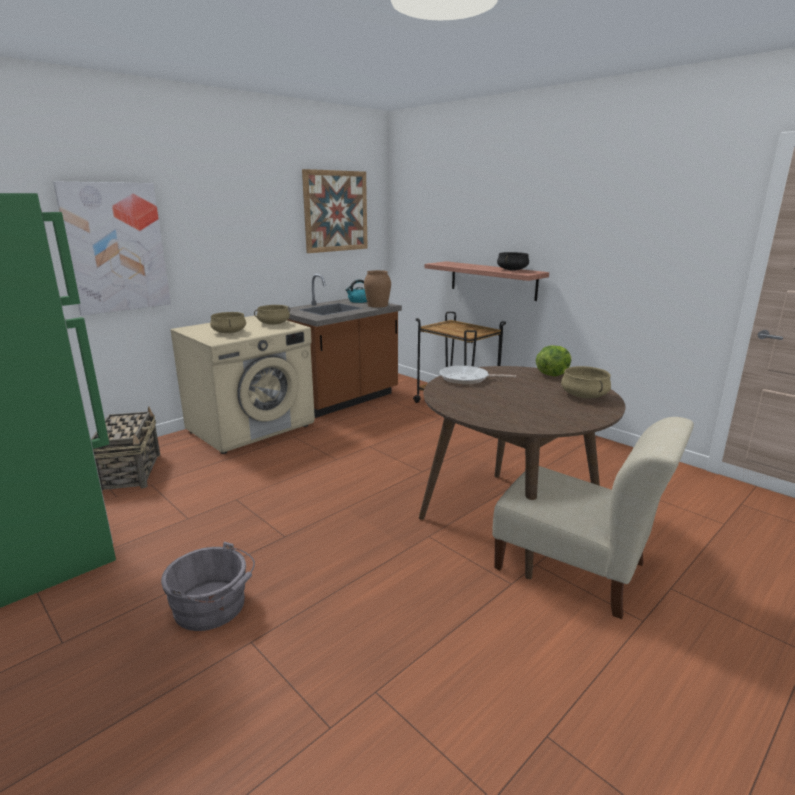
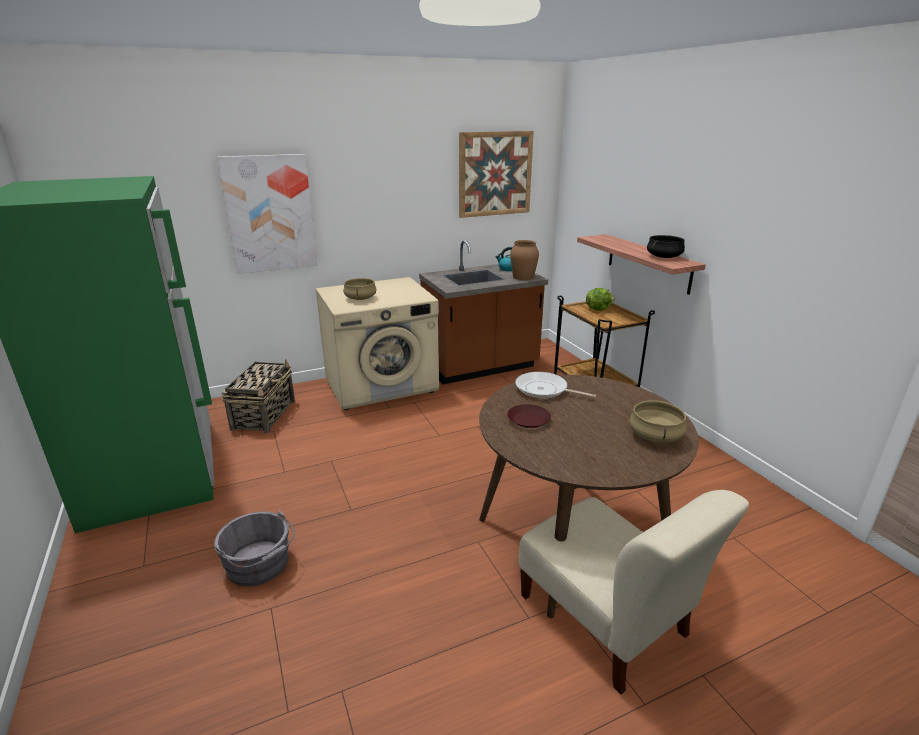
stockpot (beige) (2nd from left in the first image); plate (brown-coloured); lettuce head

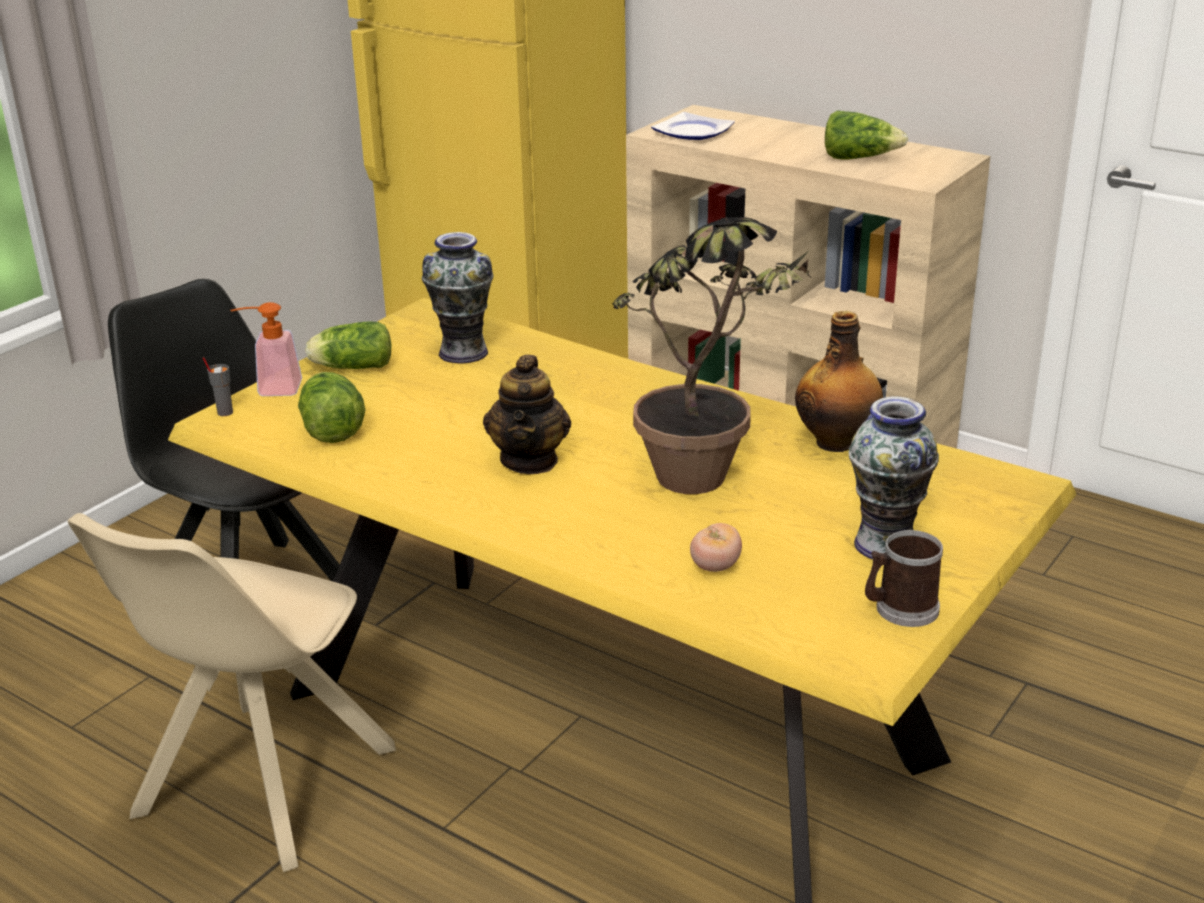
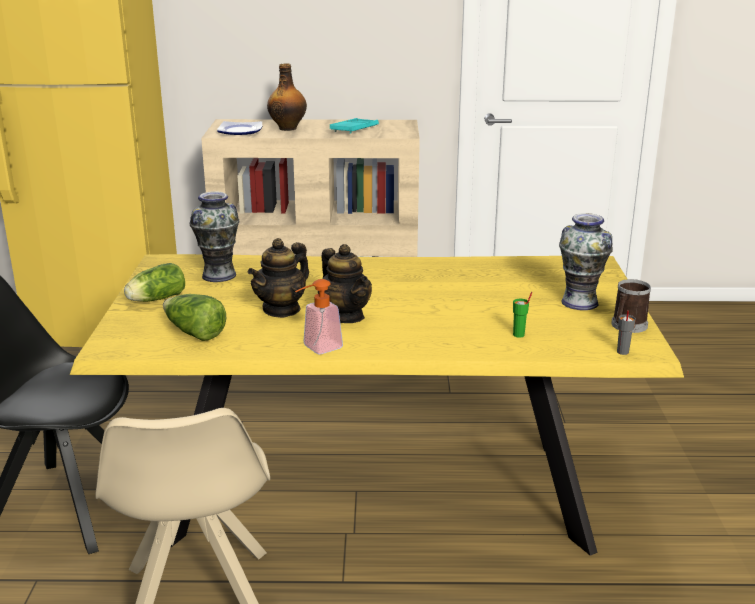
potted plant; pot for tea (1st from left); drinking cup (greyish); soap bottle; drink bottle; drinking cup (green); tray (turquoise)

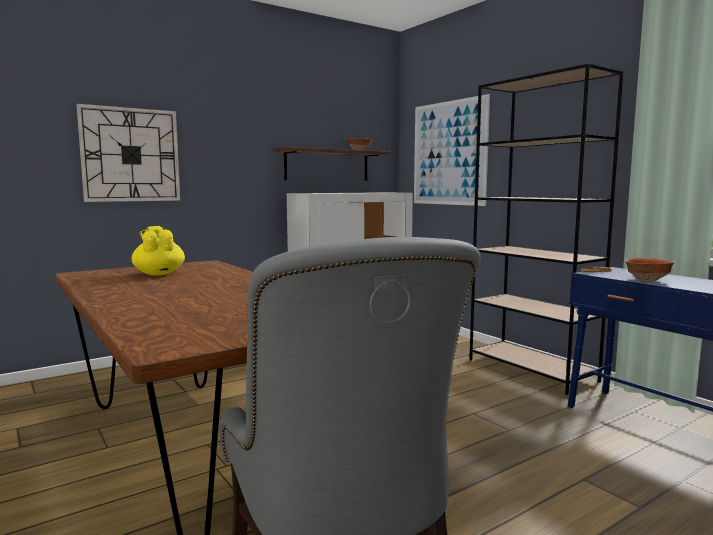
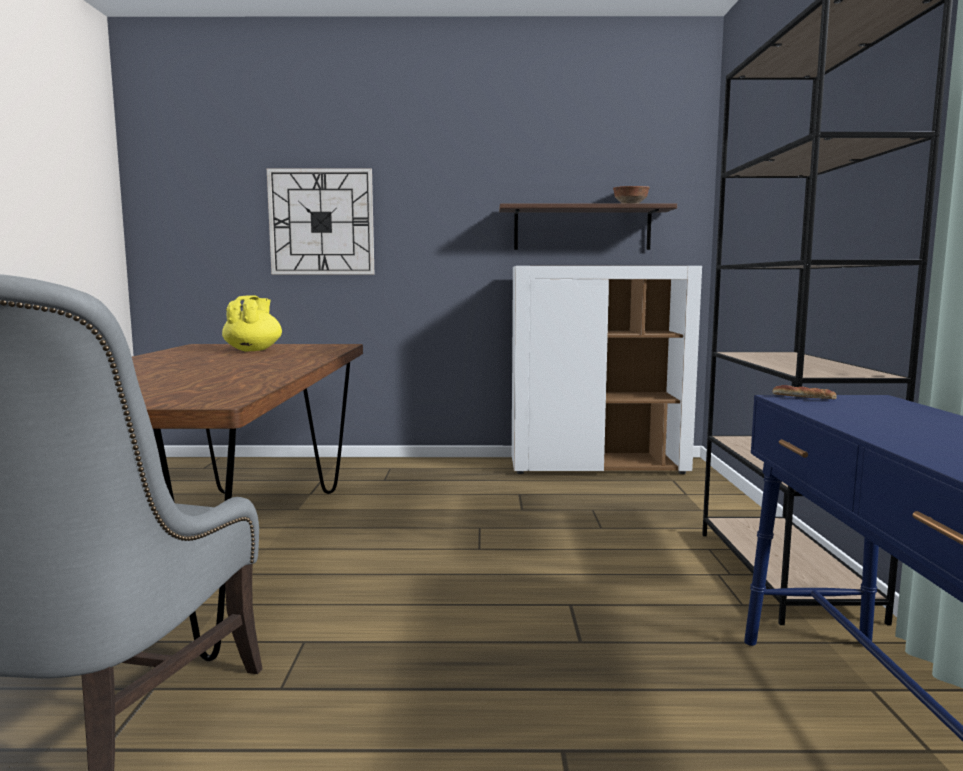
picture; bowl (2nd from left in the first image)

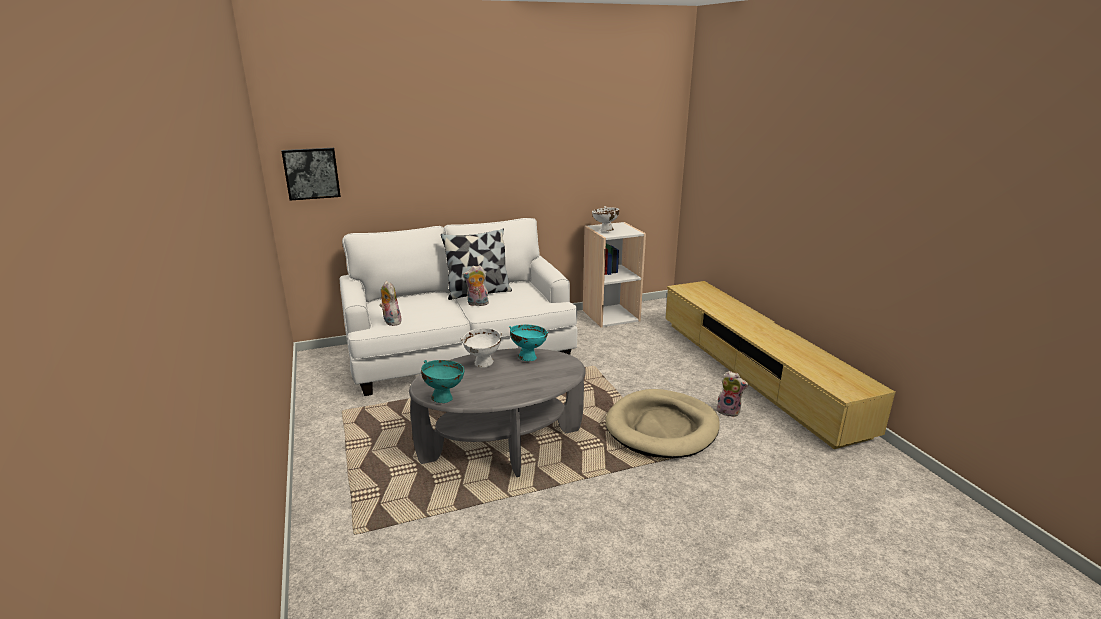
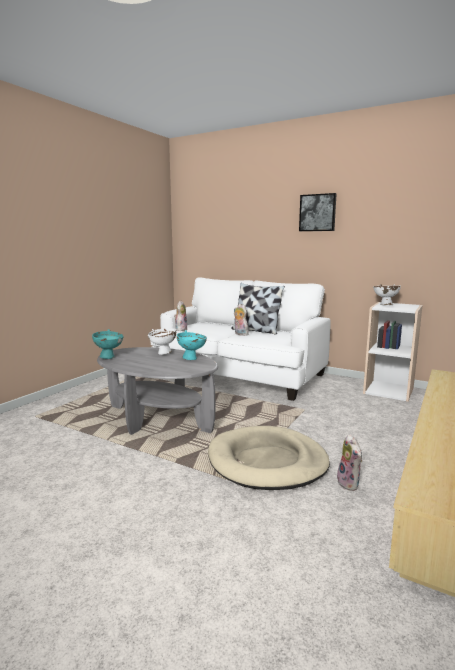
picture

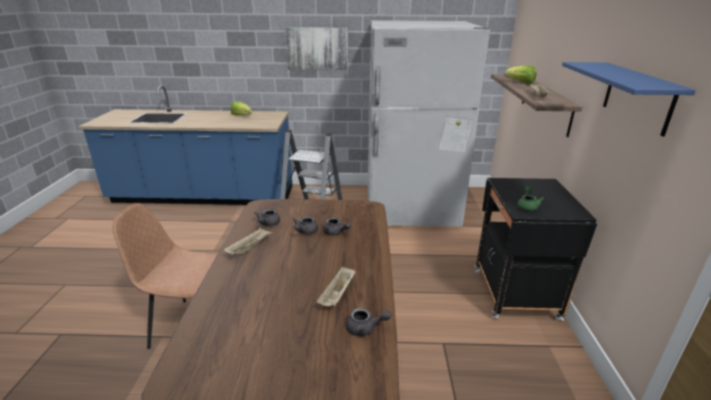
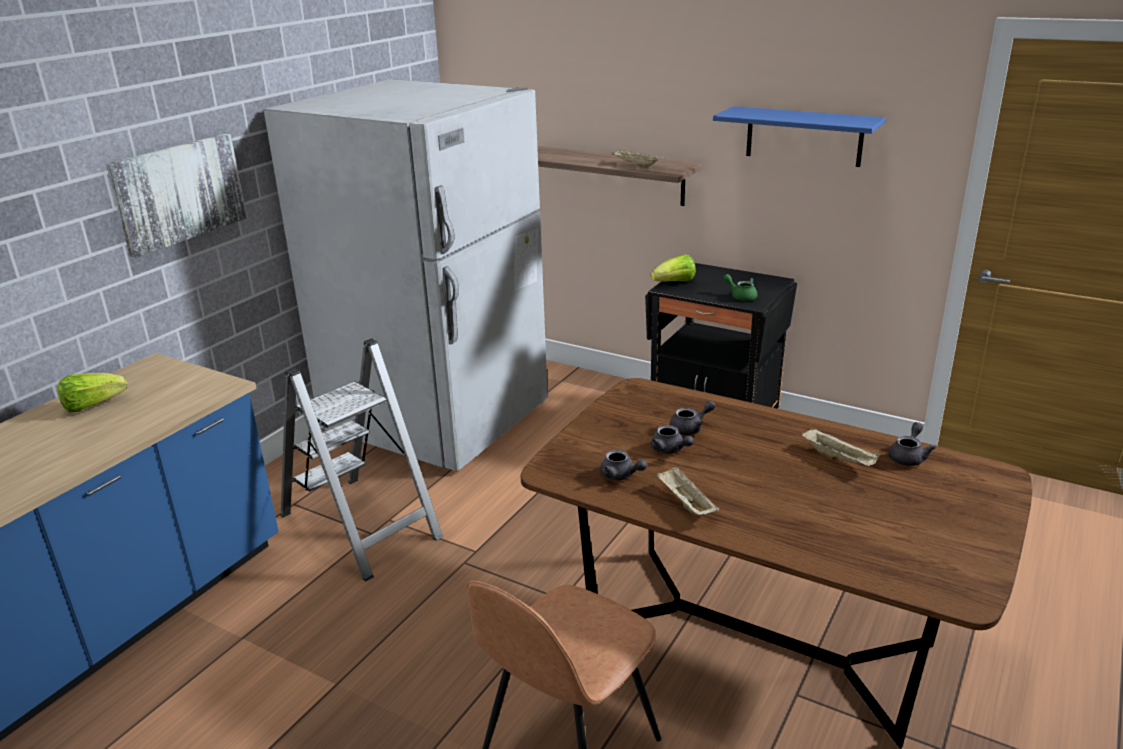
lettuce head (2nd from left)

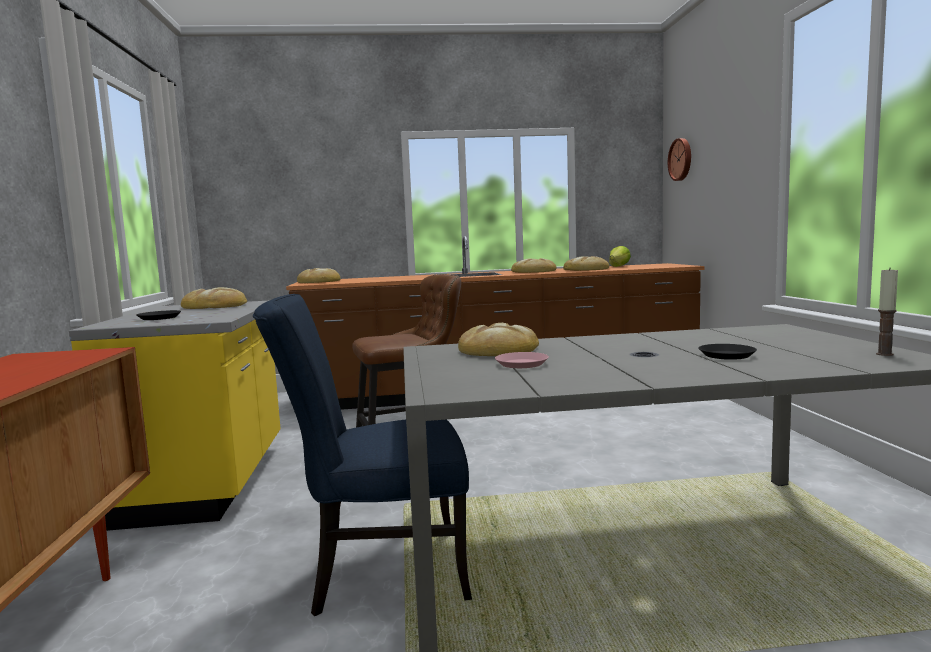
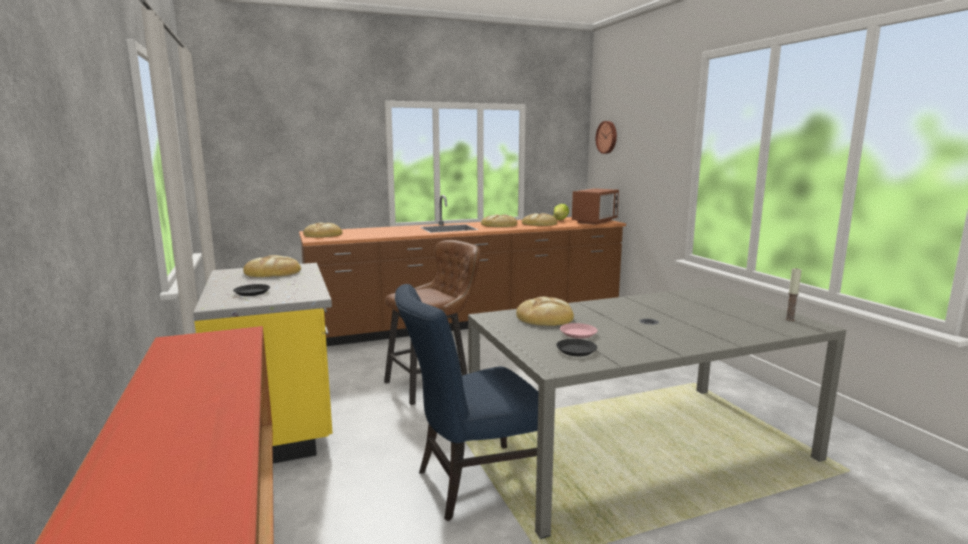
kitchen microwave; plate (black) (2nd from left)

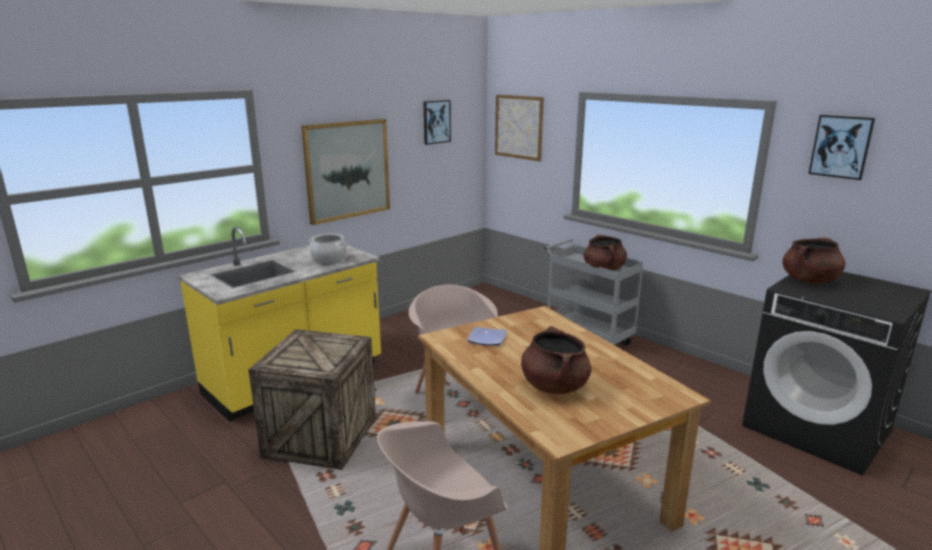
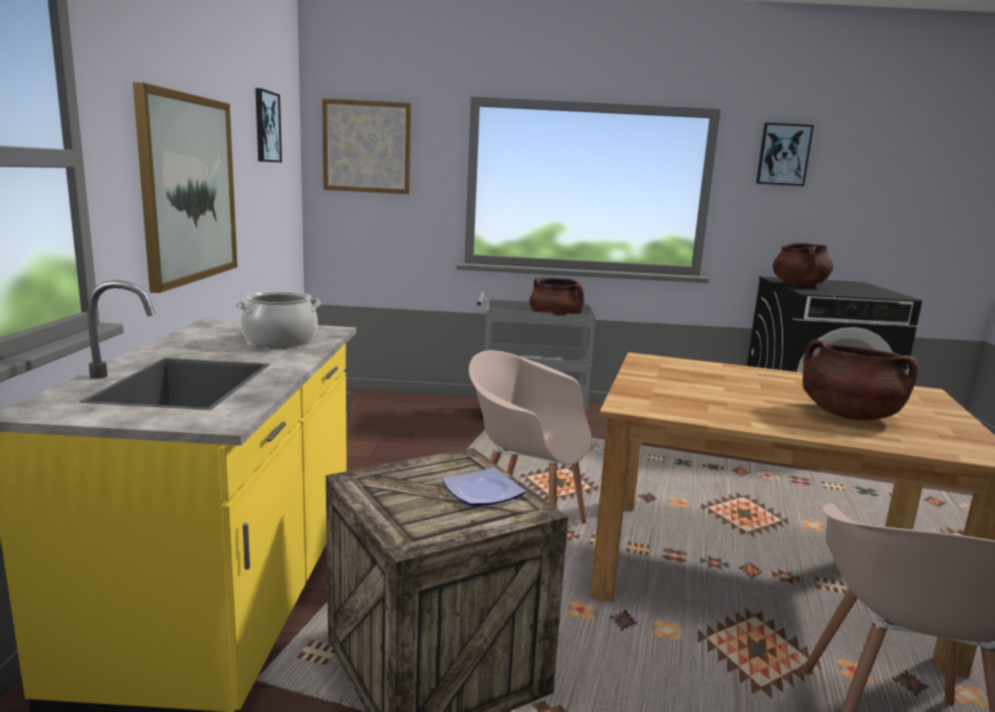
plate

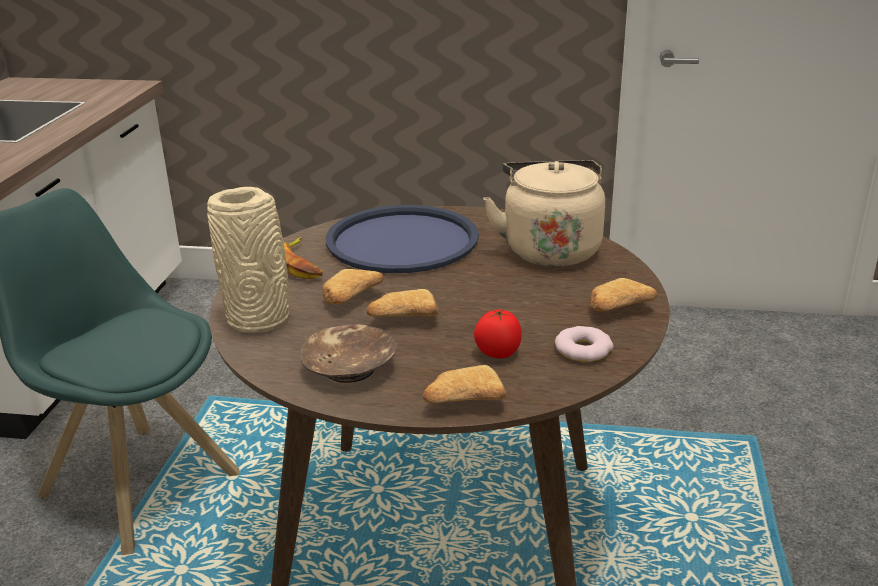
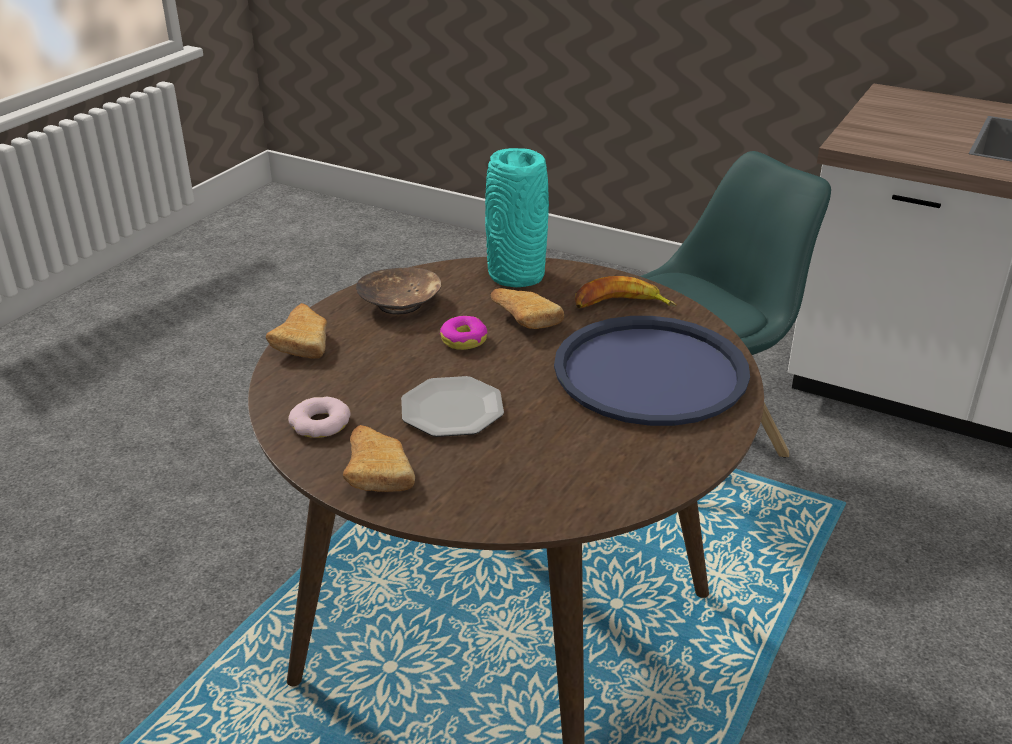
whole tomato; tea kettle (beige); plate; donut (2nd from left); vase (turquoise)

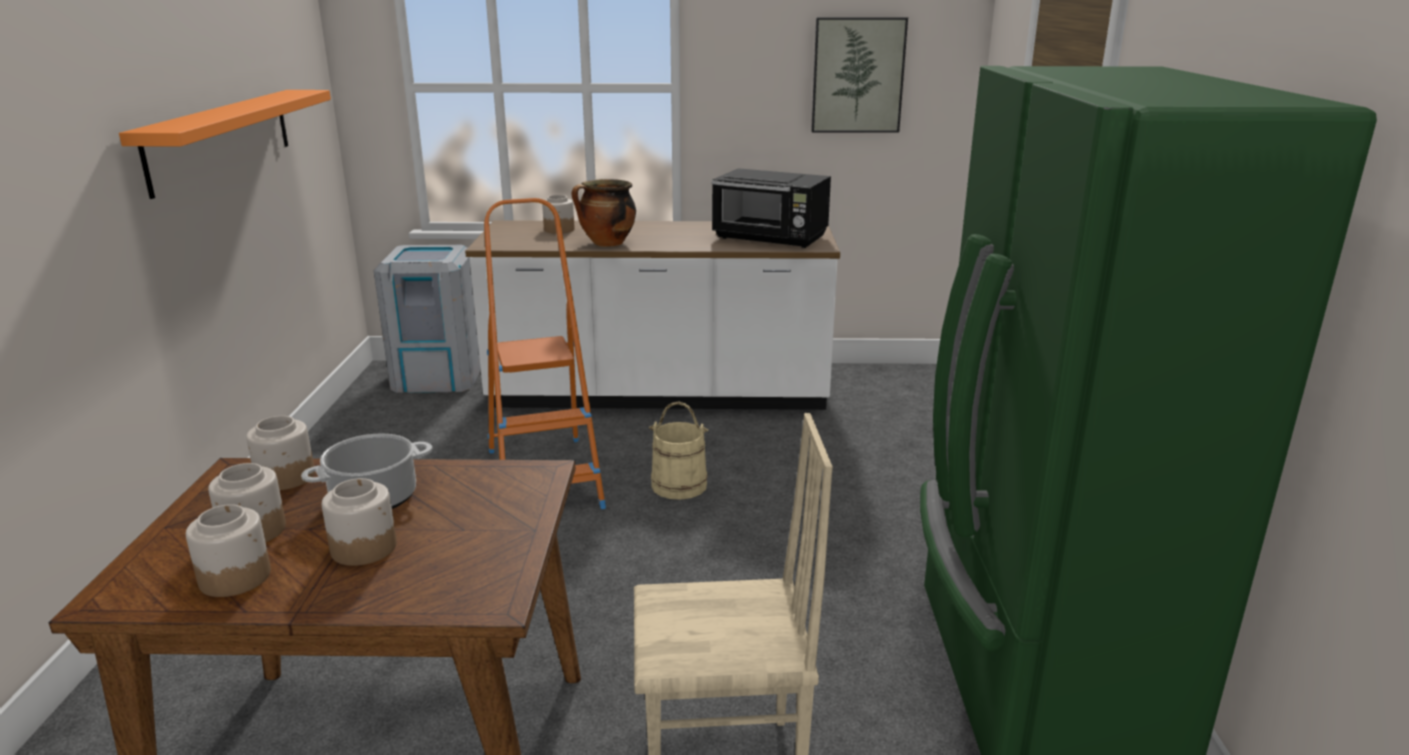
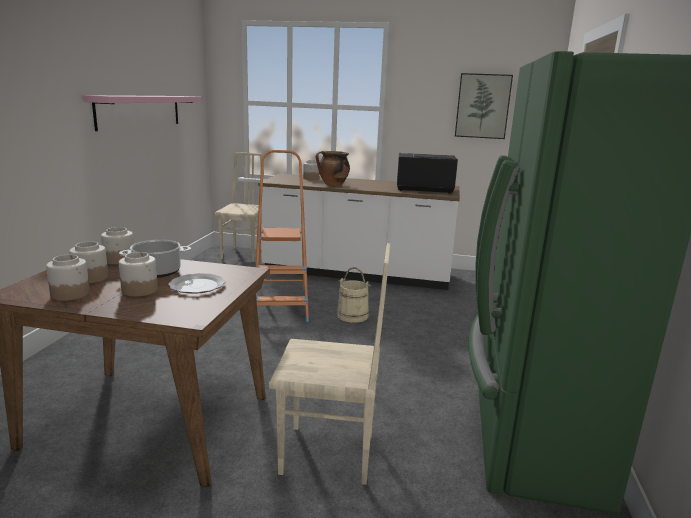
plate; upright chair (beige) (1st from left); wall shelf (pinkish); kitchen microwave (black)

